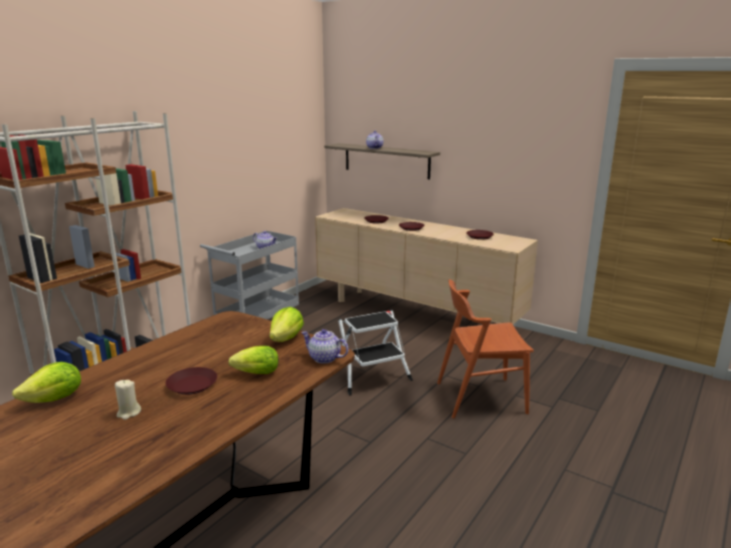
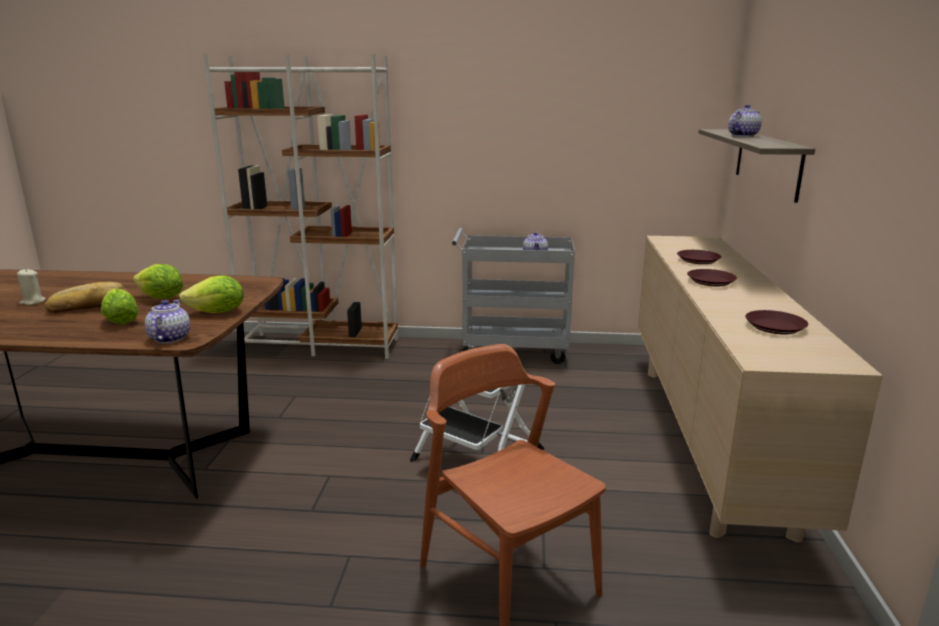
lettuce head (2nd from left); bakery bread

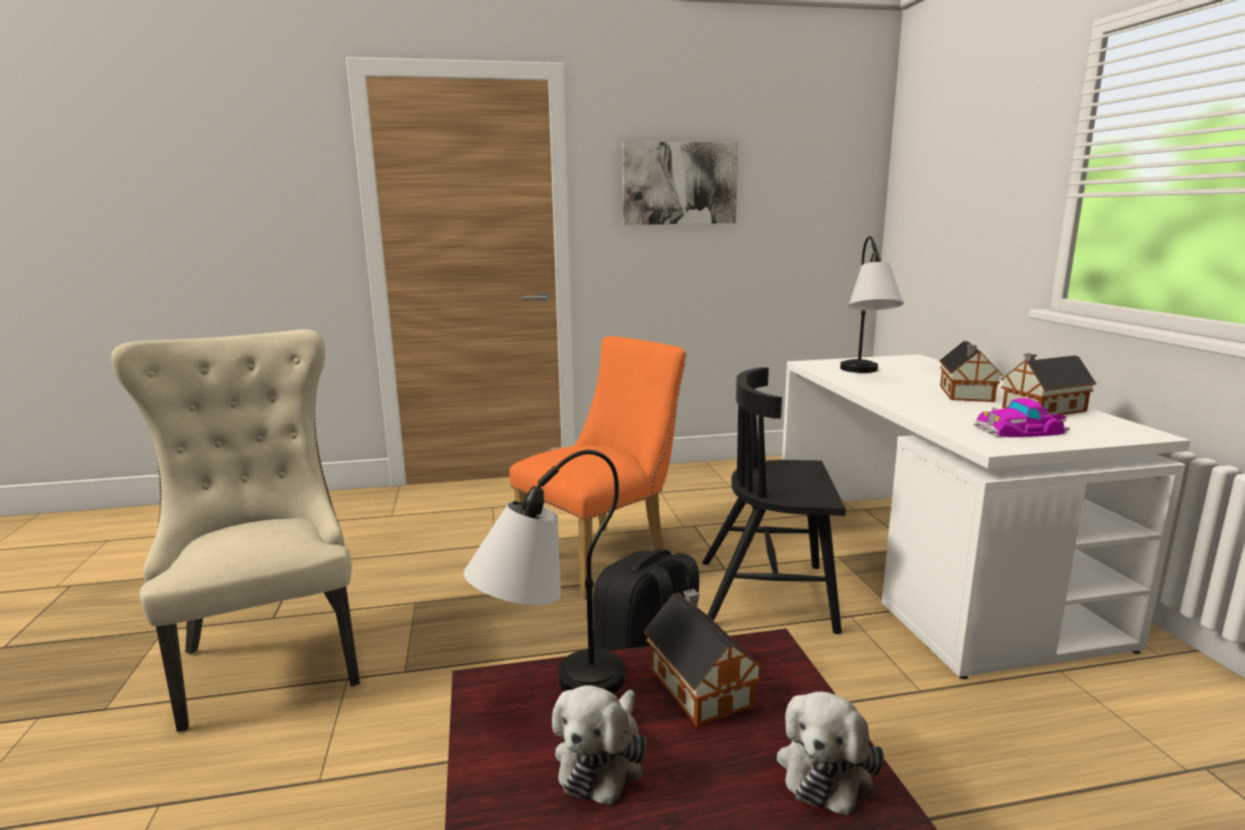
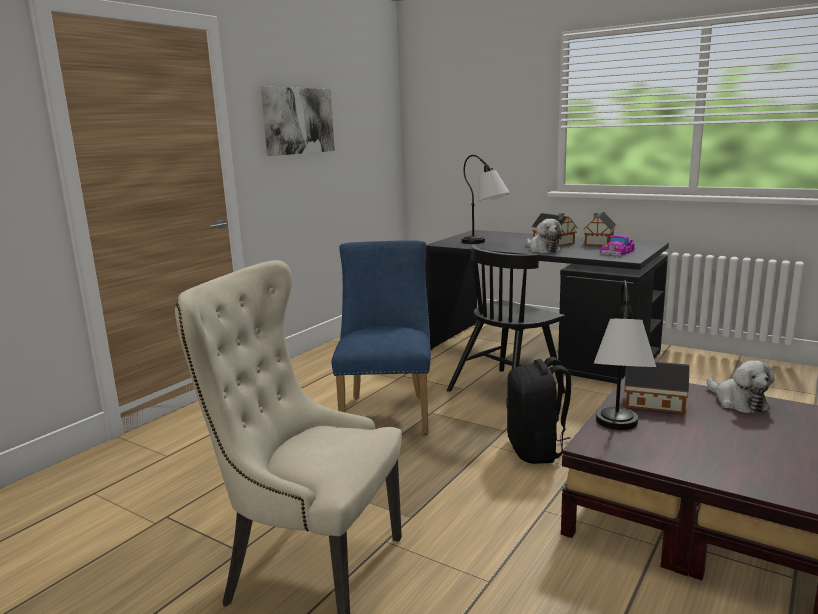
soft toy (1st from left); upright chair (blue-coloured); desk table (black)

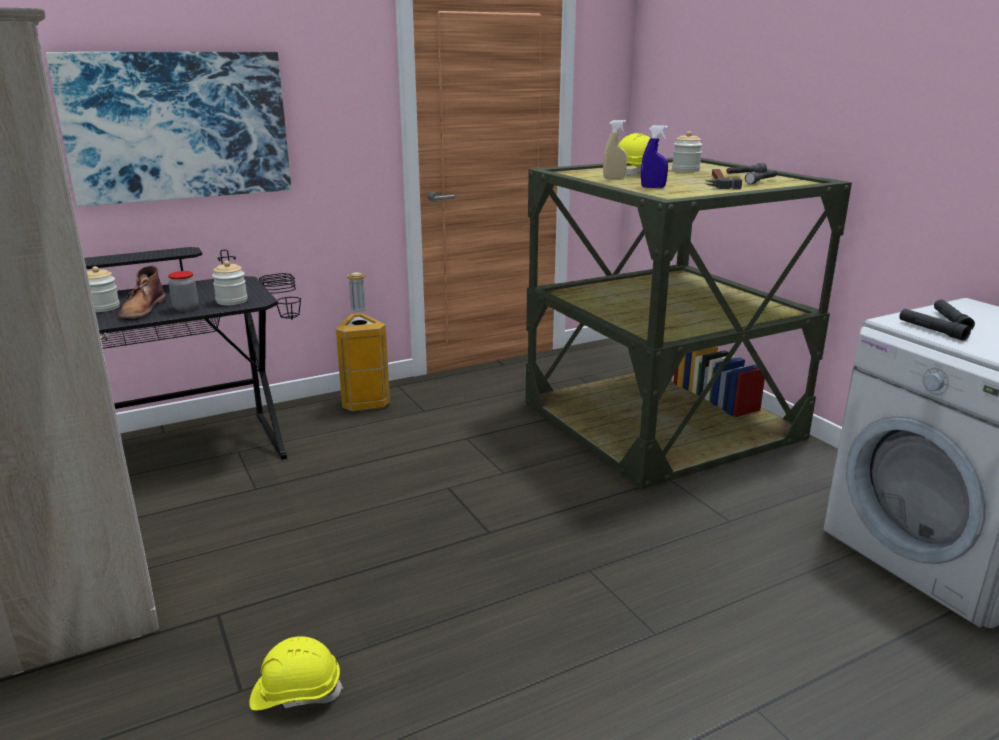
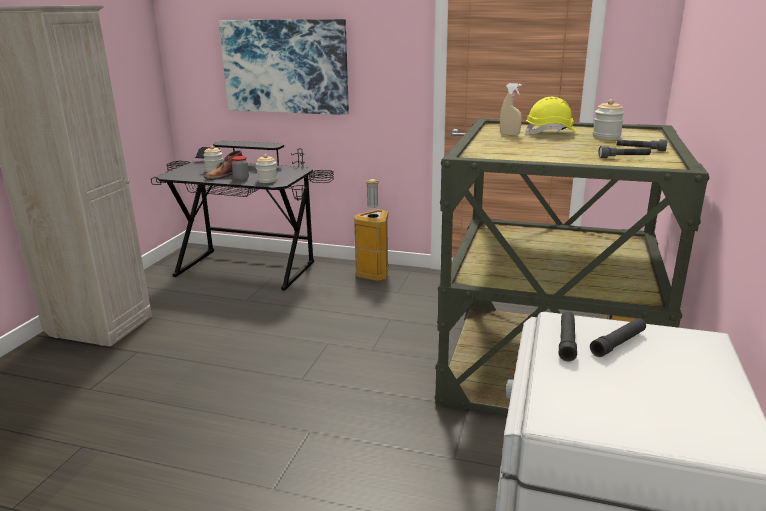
safety helmet (yellow) (1st from left in the first image); hand sprayer (blue-coloured); hand hammer

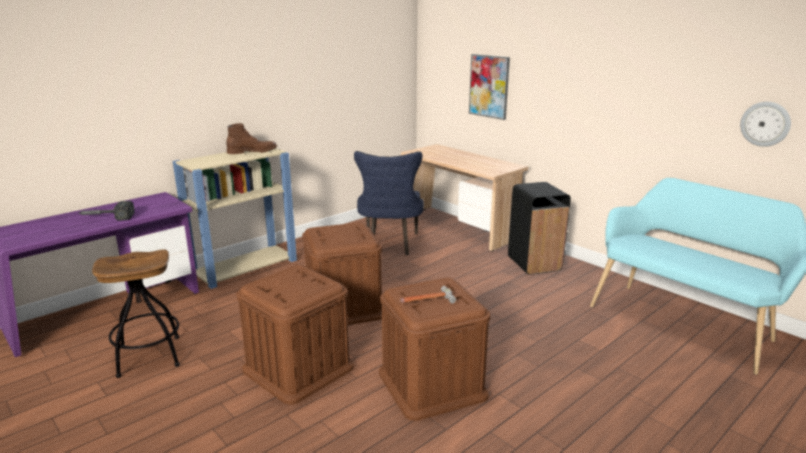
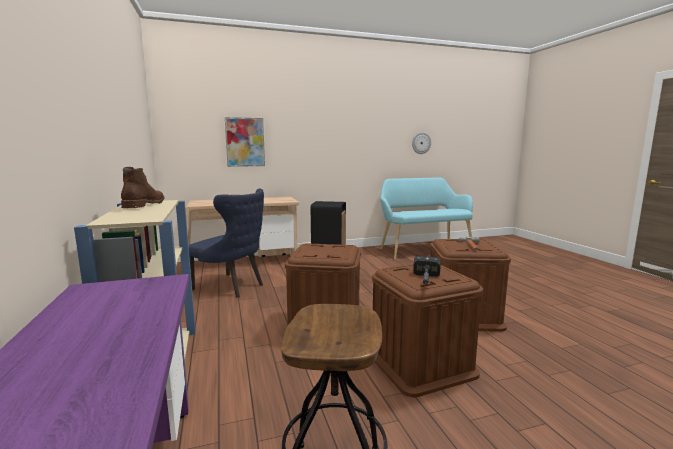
hand hammer (1st from left)

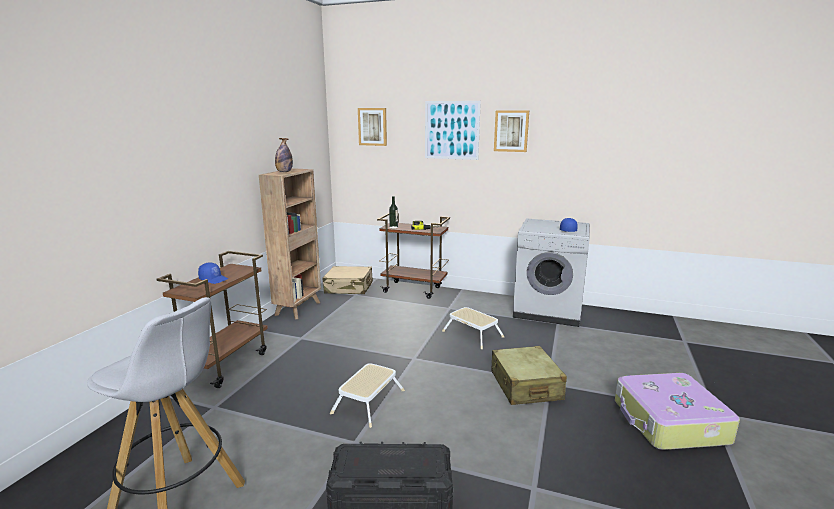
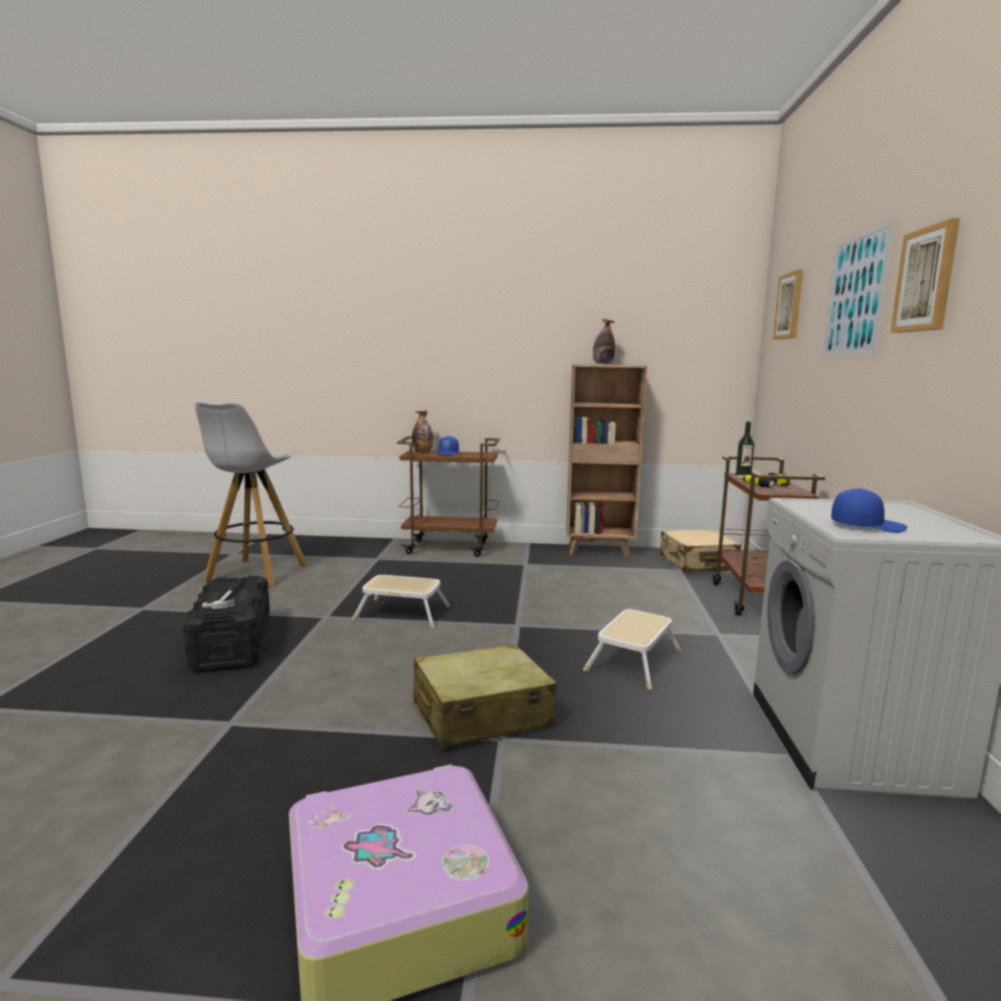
hand hammer; drink bottle (1st from left)

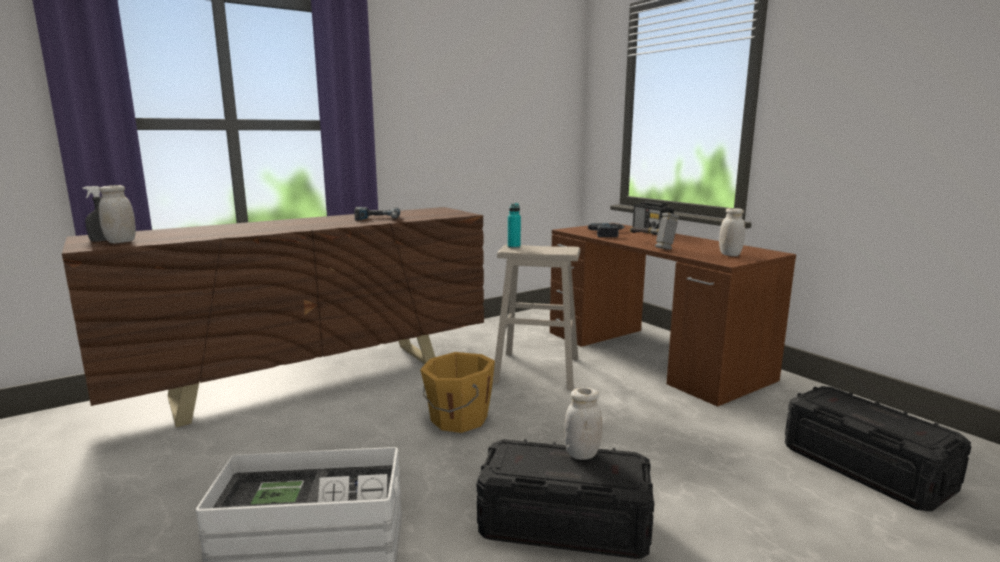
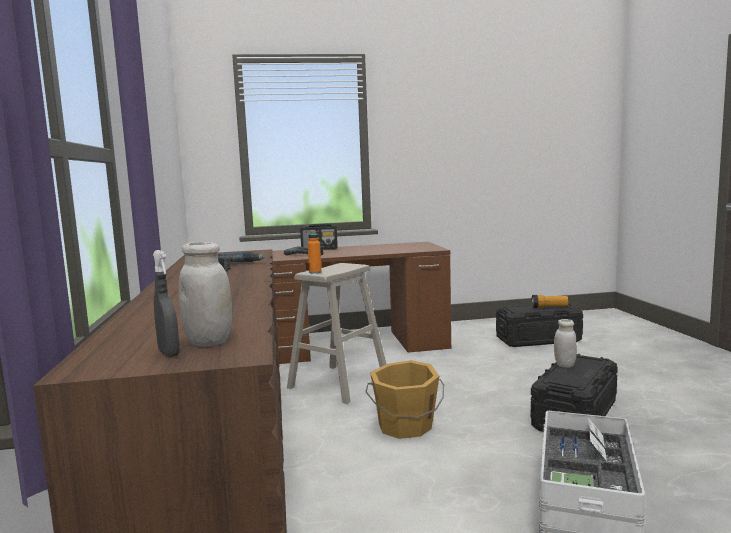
hand hammer; jar (white) (3rd from left in the first image); torch; drink bottle (orangey)

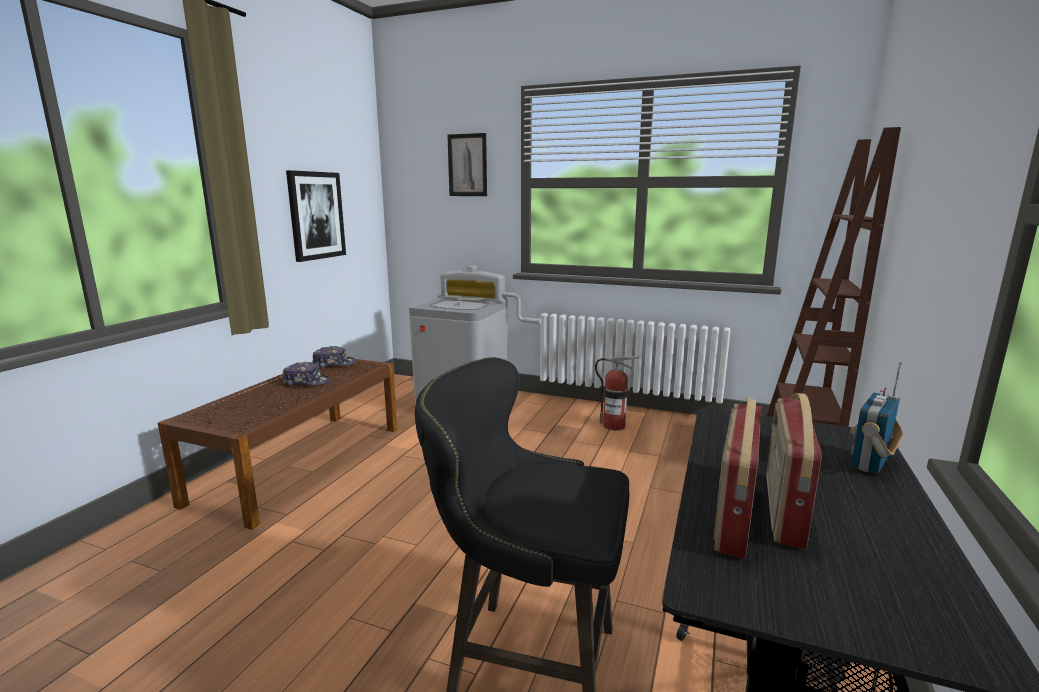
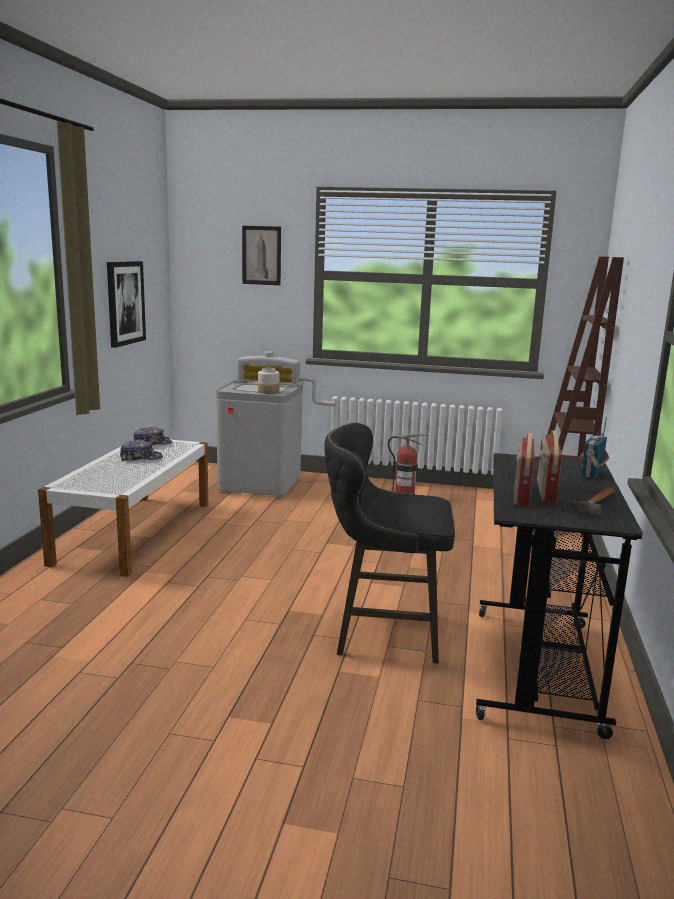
jar; hand hammer; long seat (white)

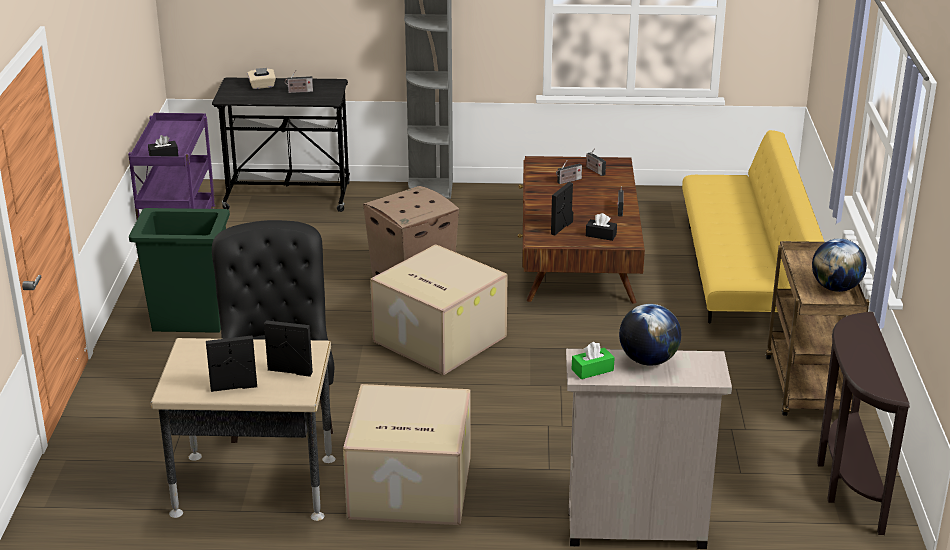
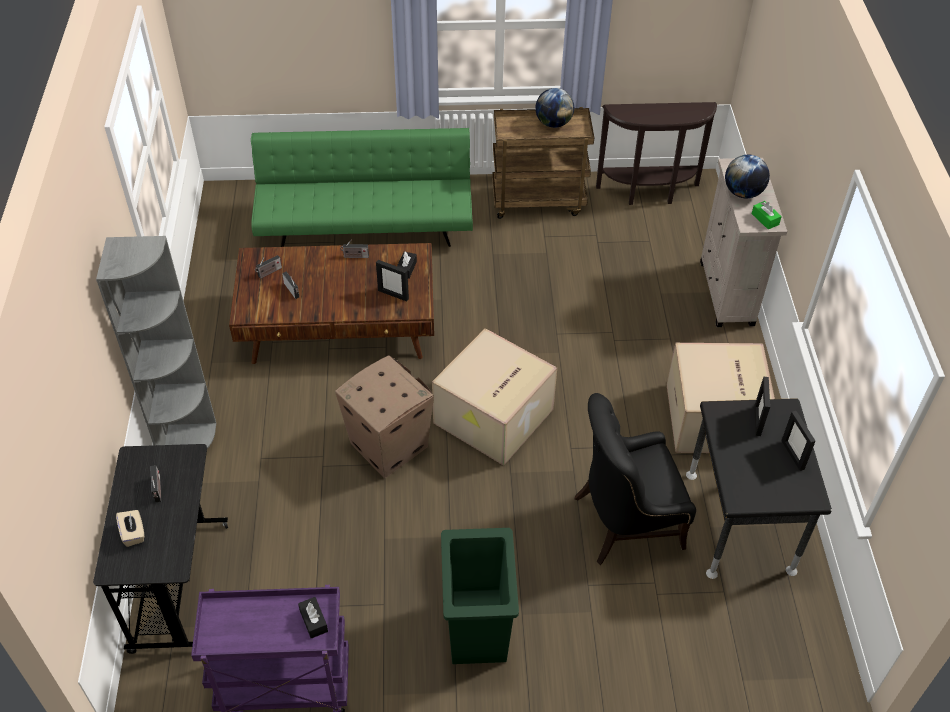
desk table (black) (2nd from left); couch (green)

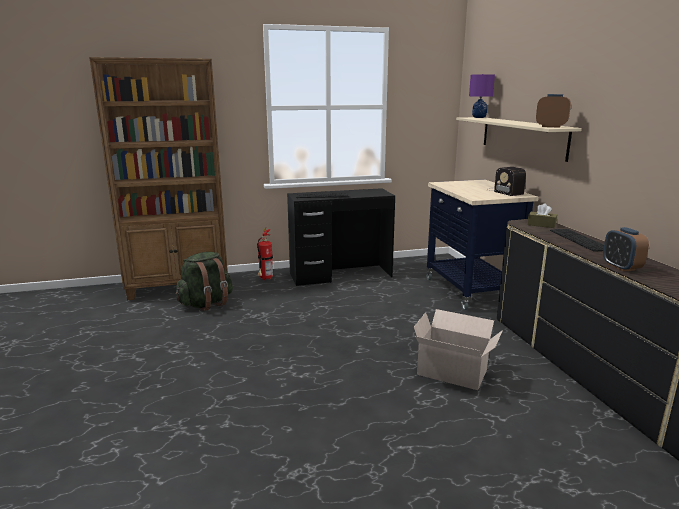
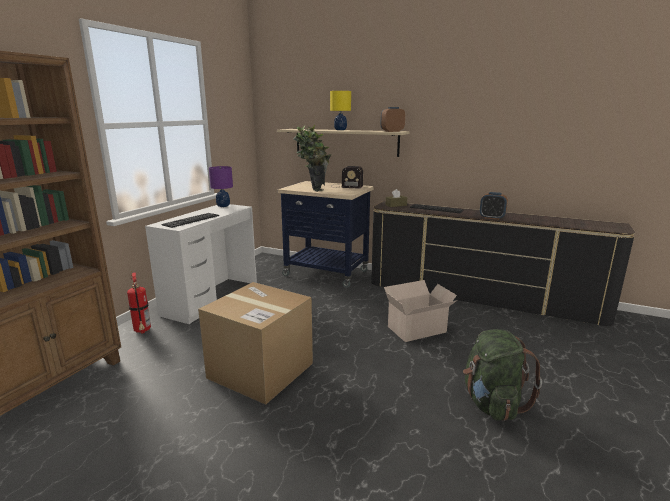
packing box (1st from left); potted plant; tabletop lamp (yellow); backpack (green); tabletop lamp (purple-coloured); desk table (white)

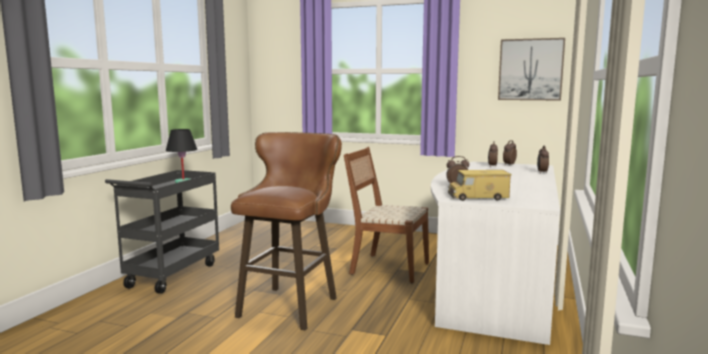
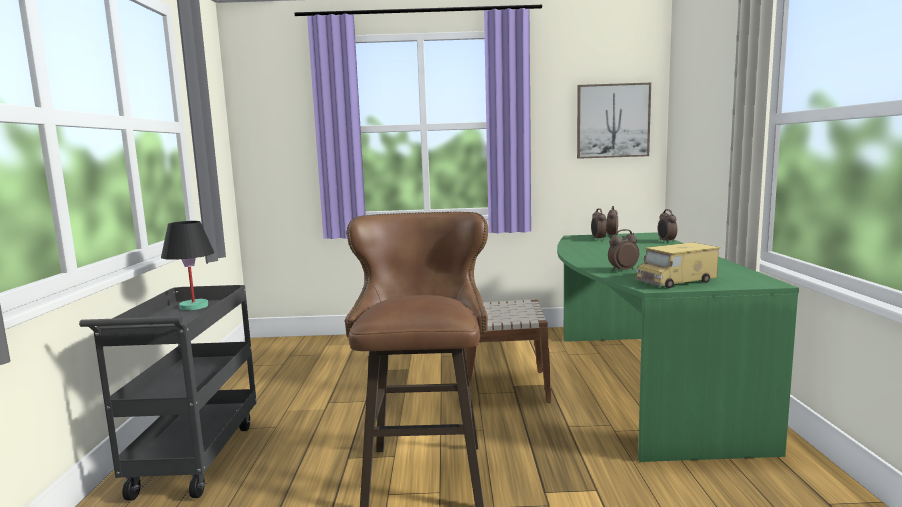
desk table (green)

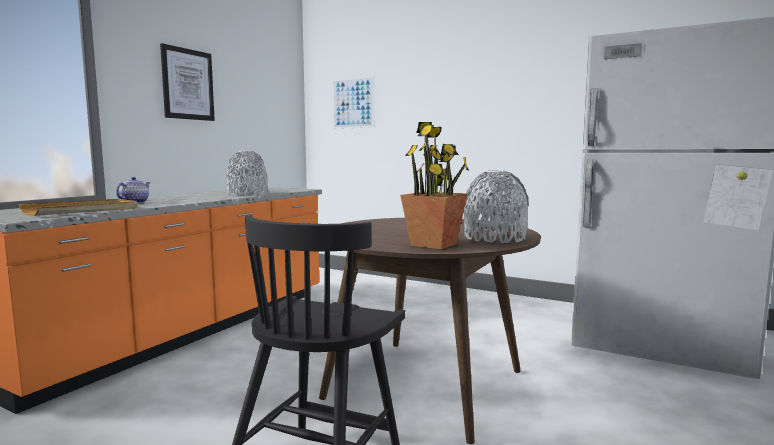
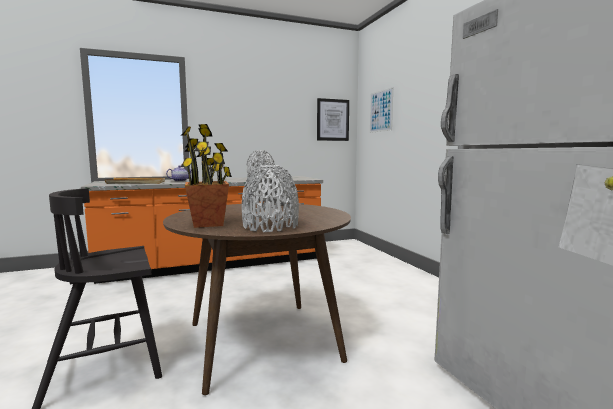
picture (1st from left)

